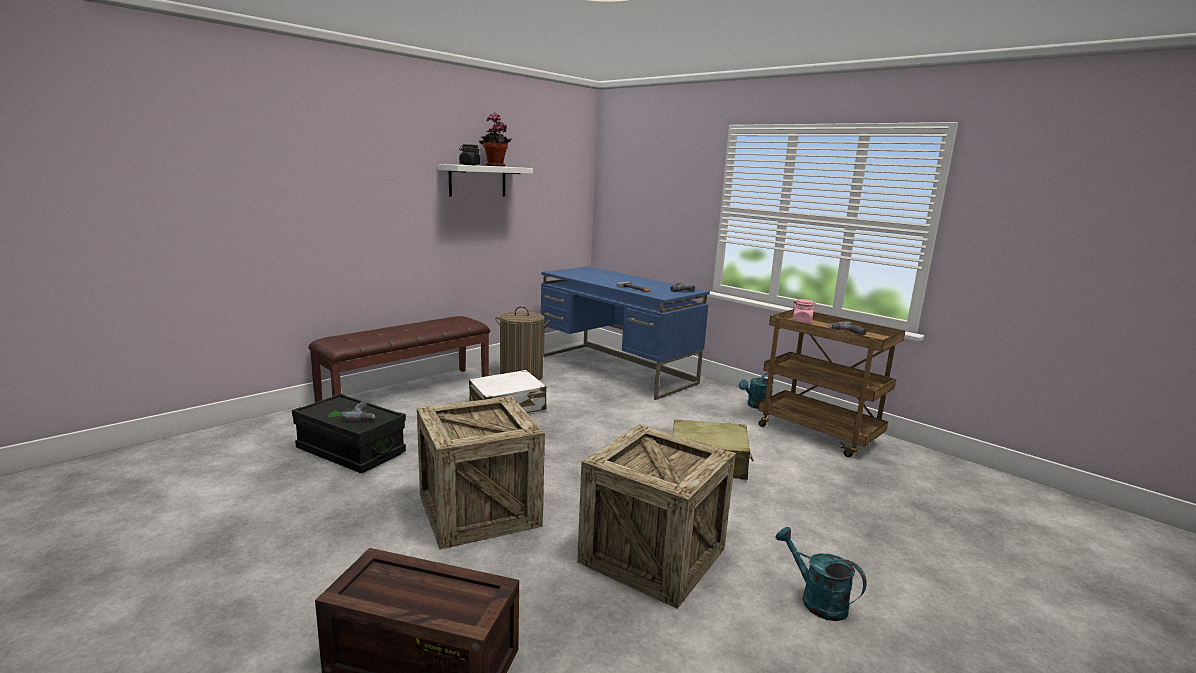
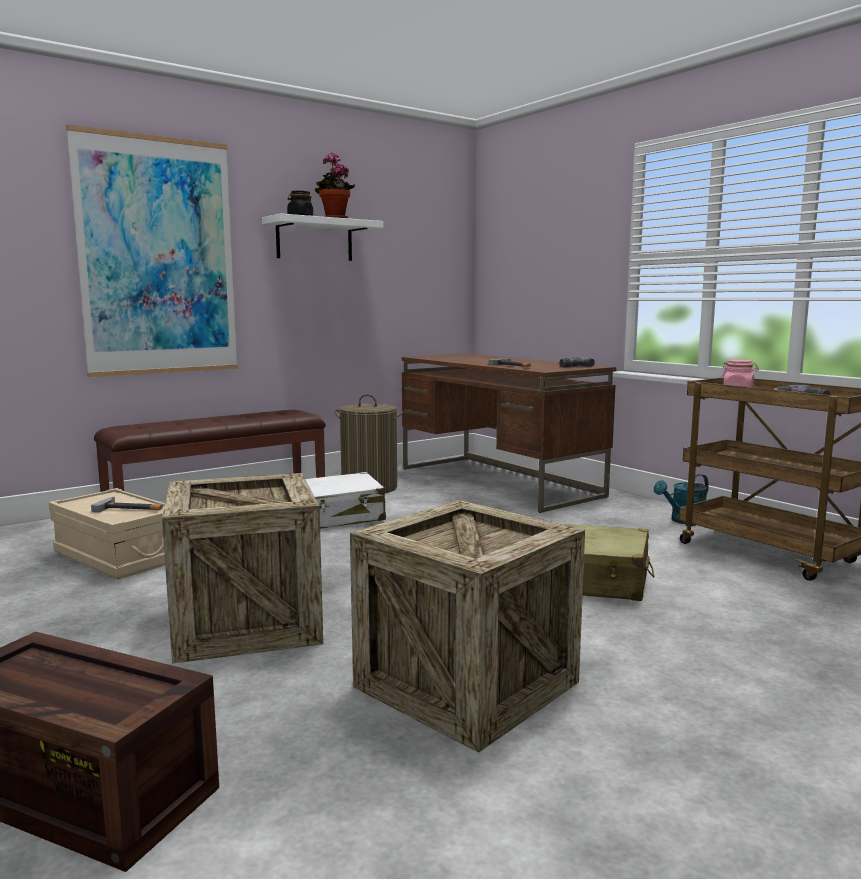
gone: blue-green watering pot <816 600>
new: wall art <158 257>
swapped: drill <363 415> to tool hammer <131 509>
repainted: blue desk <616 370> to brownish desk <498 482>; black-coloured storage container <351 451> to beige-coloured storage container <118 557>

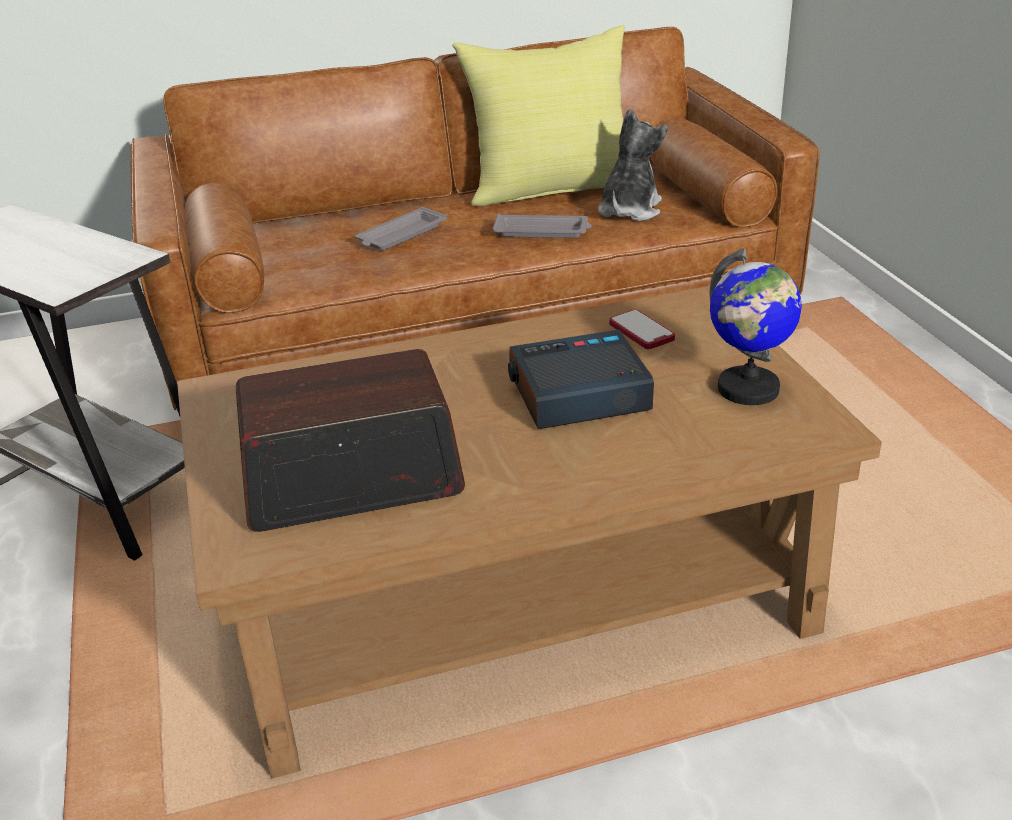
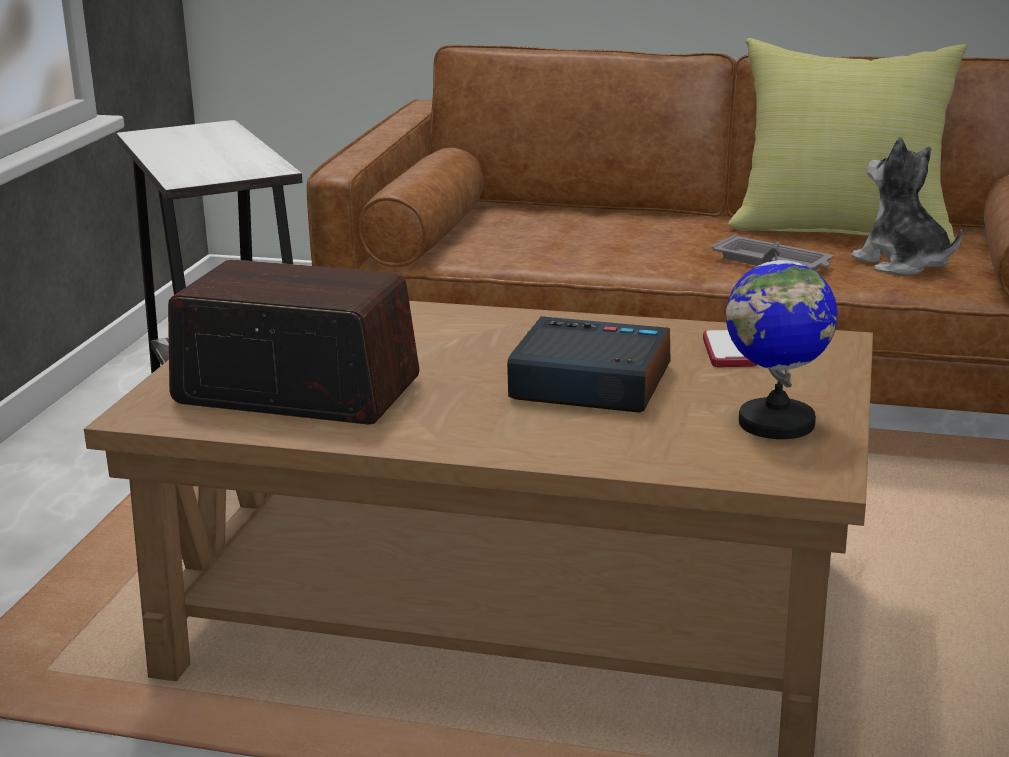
gone: greyish tray <401 235>
rotated: cuddly toy <629 210> = <903 264> 90 degrees counterclockwise

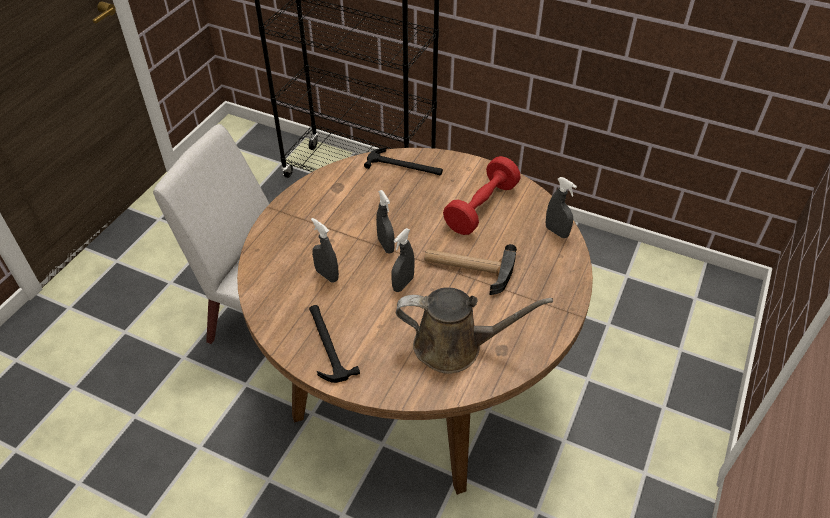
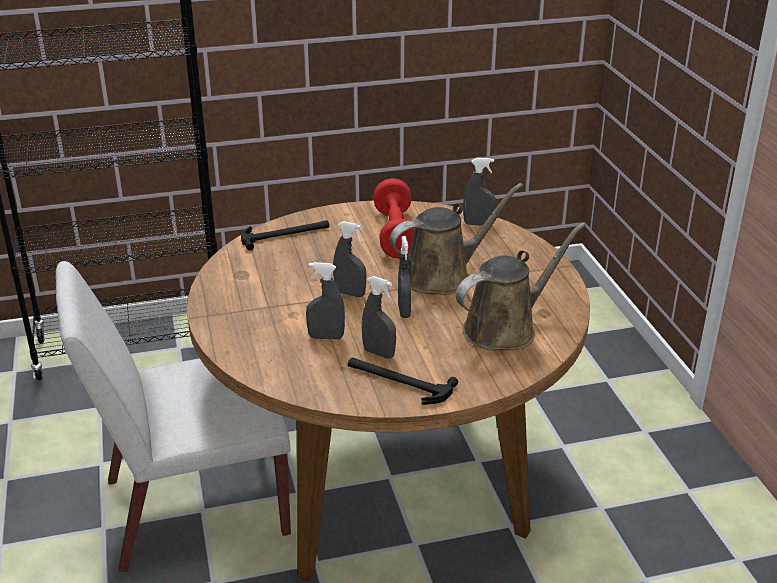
new: greyish sprayer <379 353>
swapped: tool hammer <468 268> to brownish watering pot <443 276>

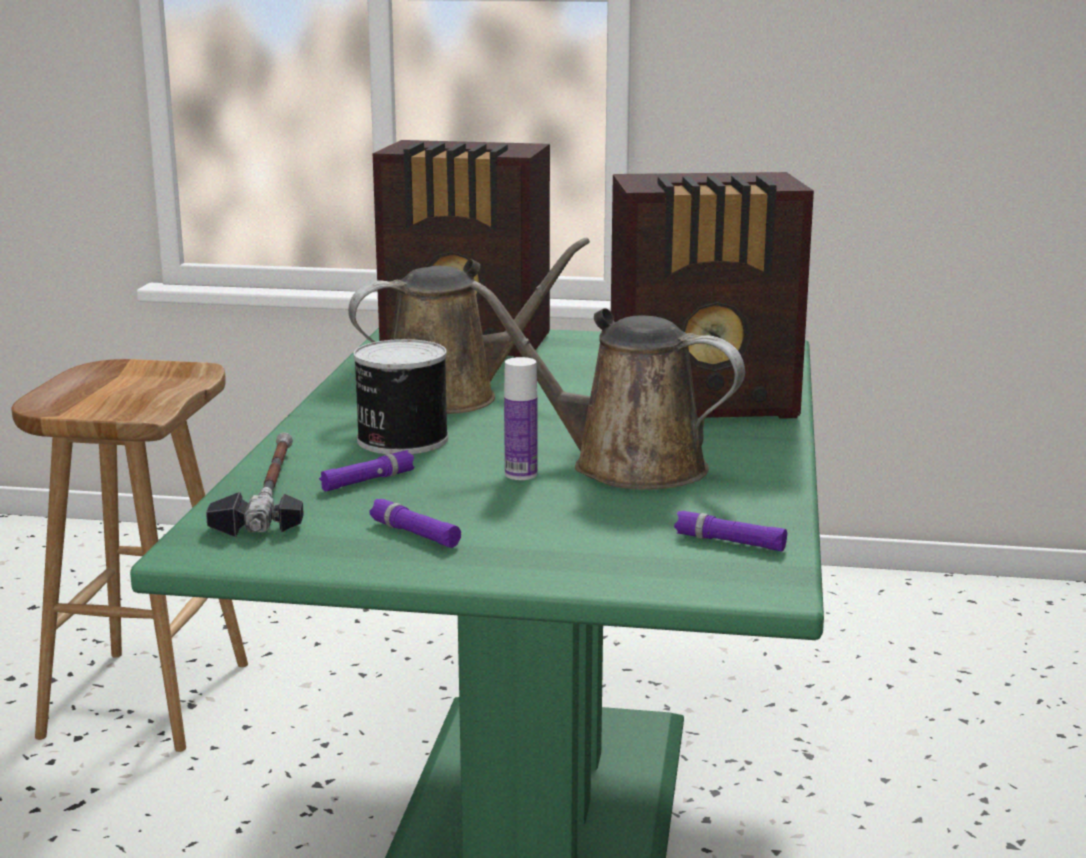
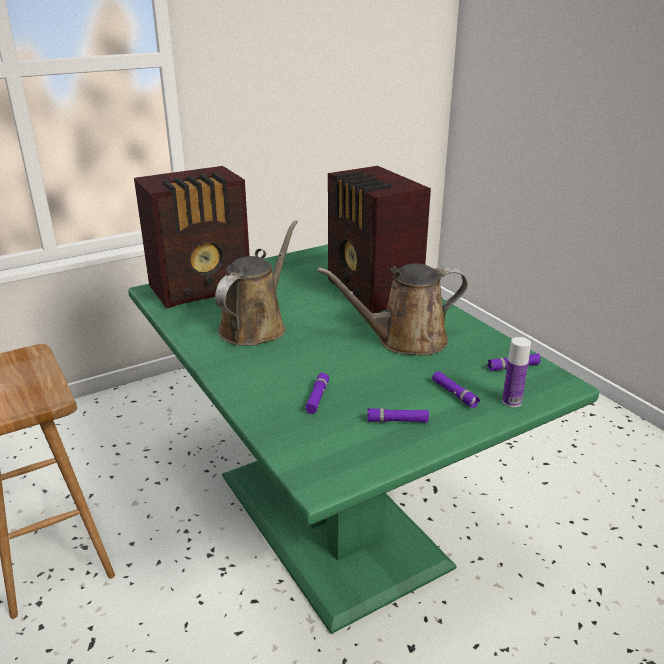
gone: metal can <400 440>; tool hammer <268 492>
new: purple-coloured torch <454 394>
shifted: beverage bottle <521 474> to <511 401>
rotated: radio set <706 404> = <373 292> 105 degrees clockwise

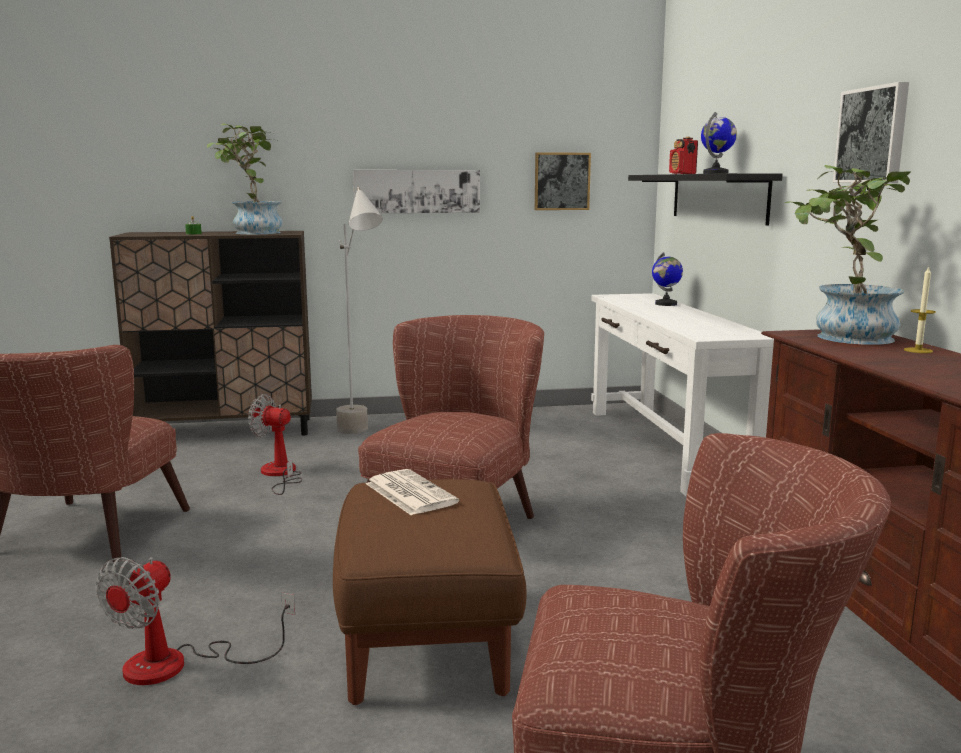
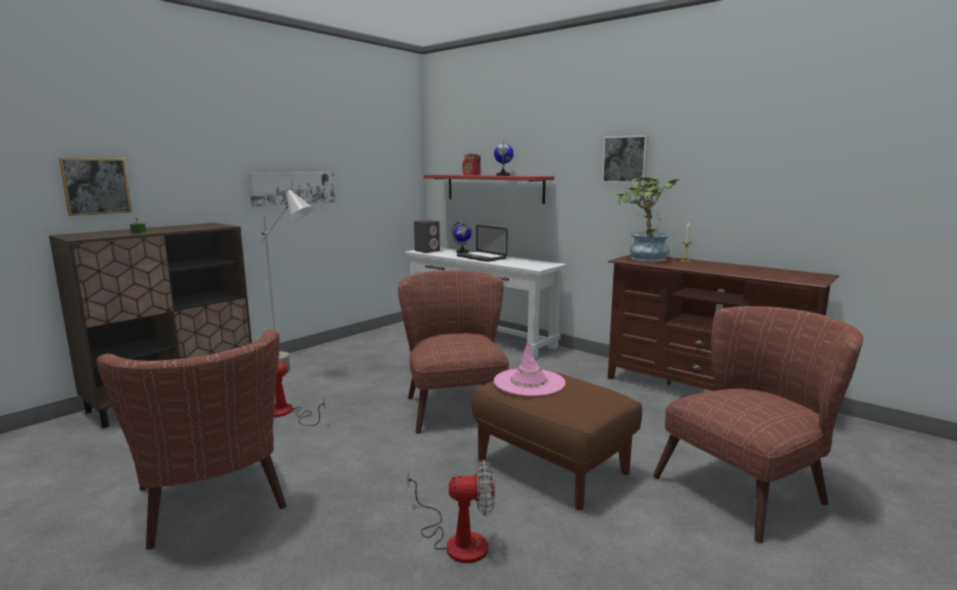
gone: plant in a pot <251 232>
new: greyish speaker <427 251>; portable computer <481 257>
shifted: wall art <562 181> to <96 186>
swapped: daily paper <409 493> to pink-coloured wearable hat <529 382>
repainted: black-coloured bracket shelf <717 197> to red-coloured bracket shelf <494 188>
rotated: electric fan <178 664> = <457 540> 75 degrees counterclockwise

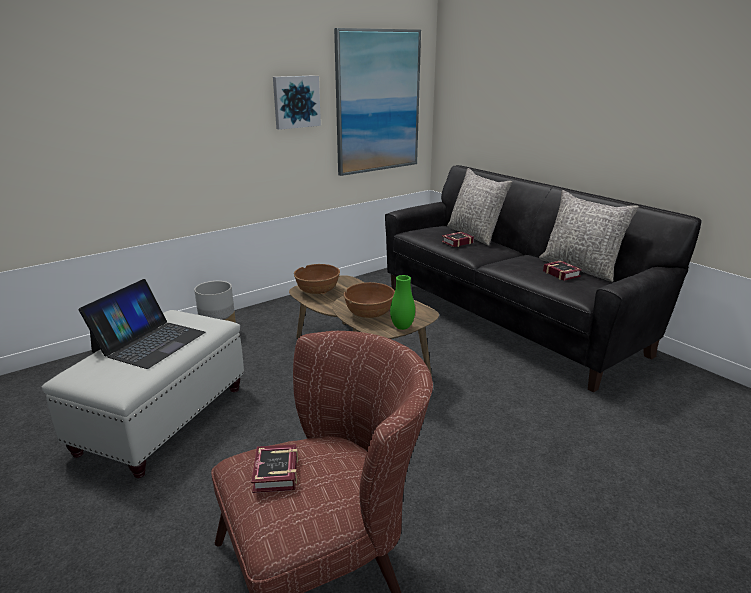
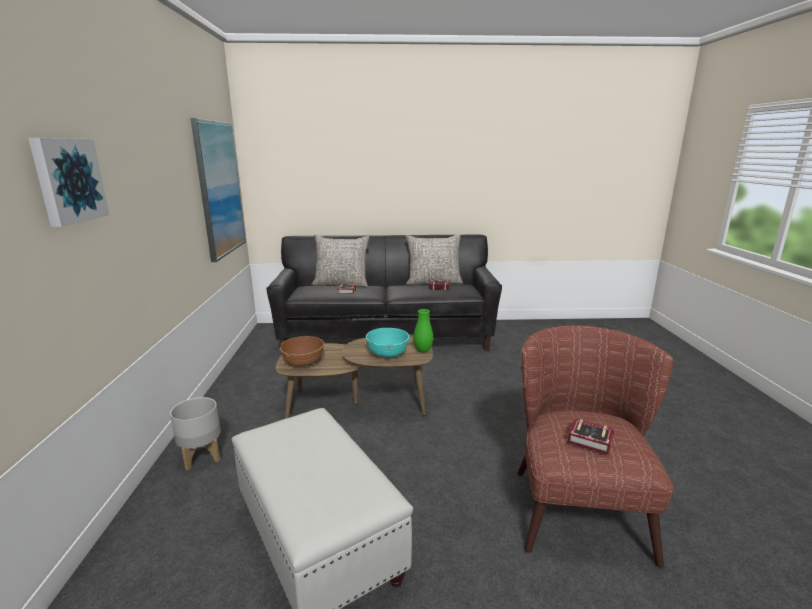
gone: portable computer <149 342>
shifted: wall art <296 102> to <68 180>
repainted: brownish bowl <369 314> to blue-green bowl <387 354>

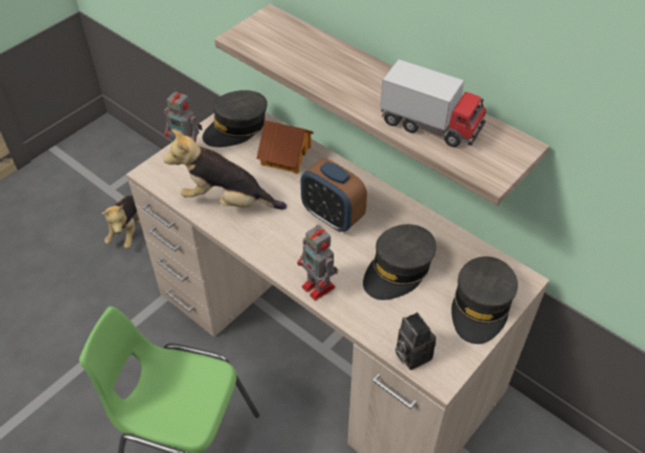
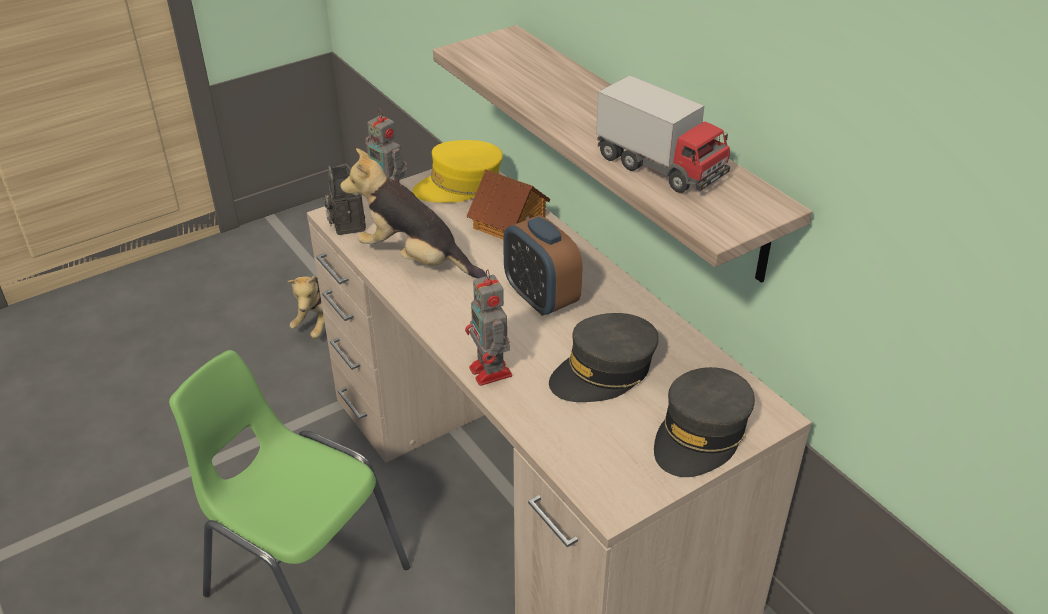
shifted: still camera <410 354> to <346 224>
repainted: greyish cap <236 127> to yellowish cap <459 185>

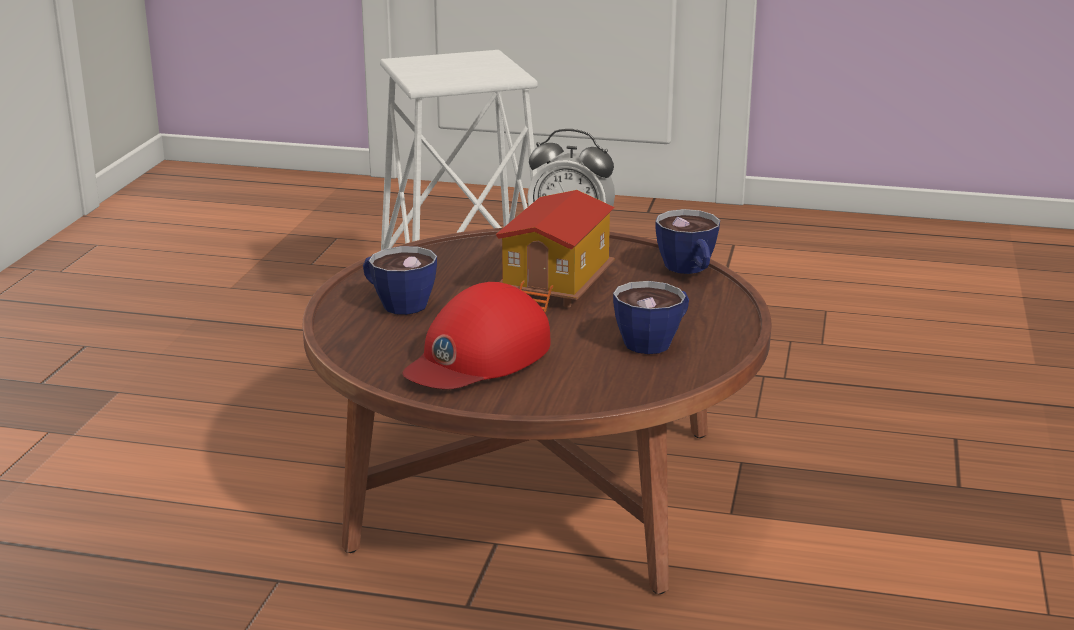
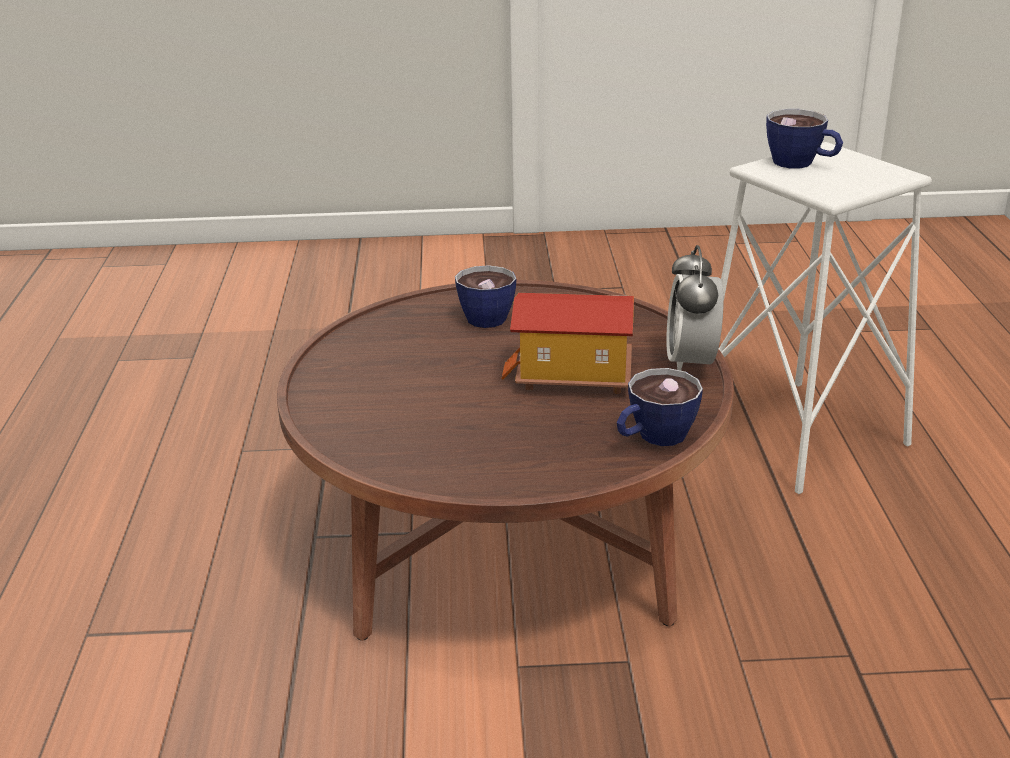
gone: red-coloured cap <477 356>
shifted: drinking cup <655 341> to <801 164>

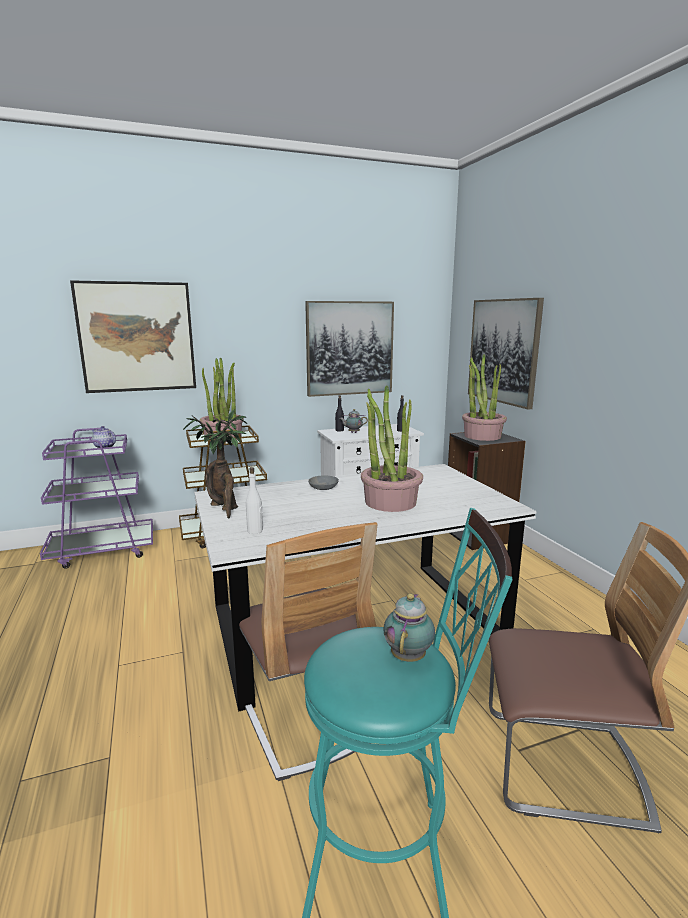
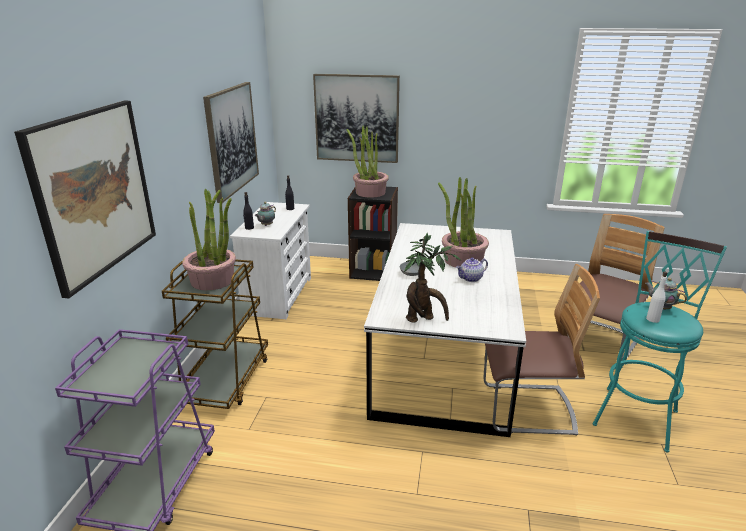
shifted: teapot <104 447> to <471 279>; white-coloured beverage bottle <255 531> to <652 319>

